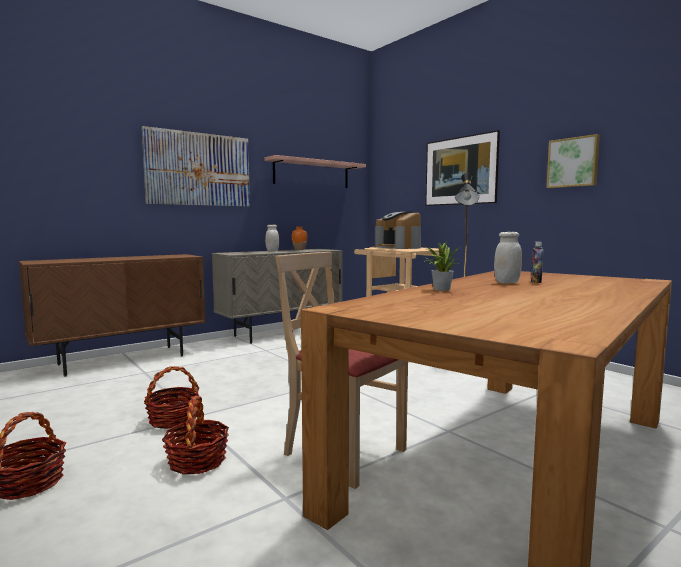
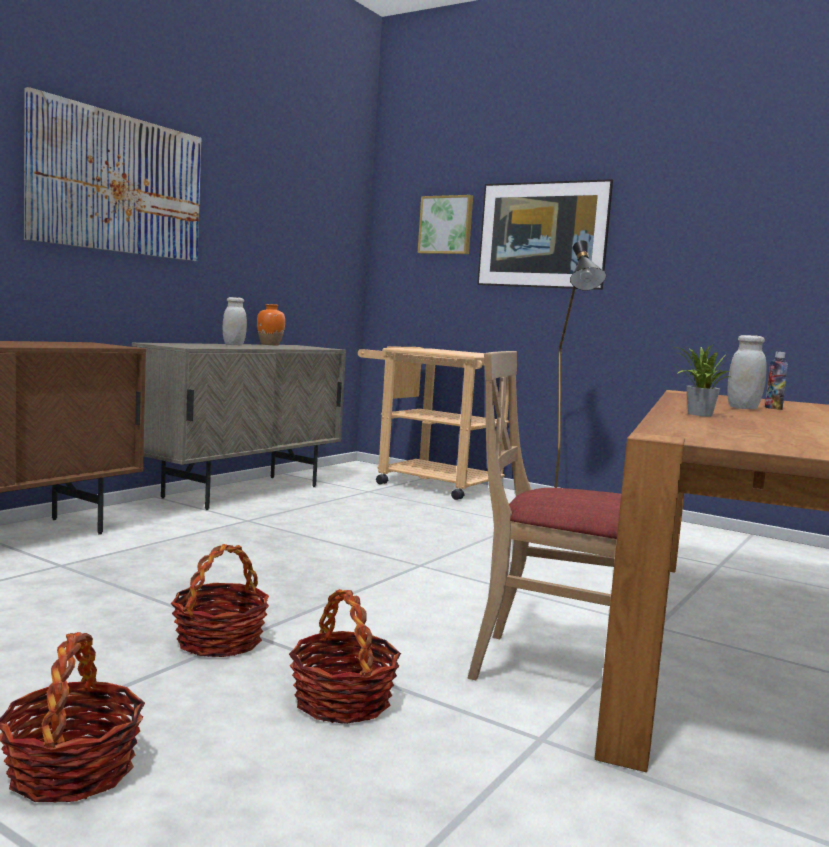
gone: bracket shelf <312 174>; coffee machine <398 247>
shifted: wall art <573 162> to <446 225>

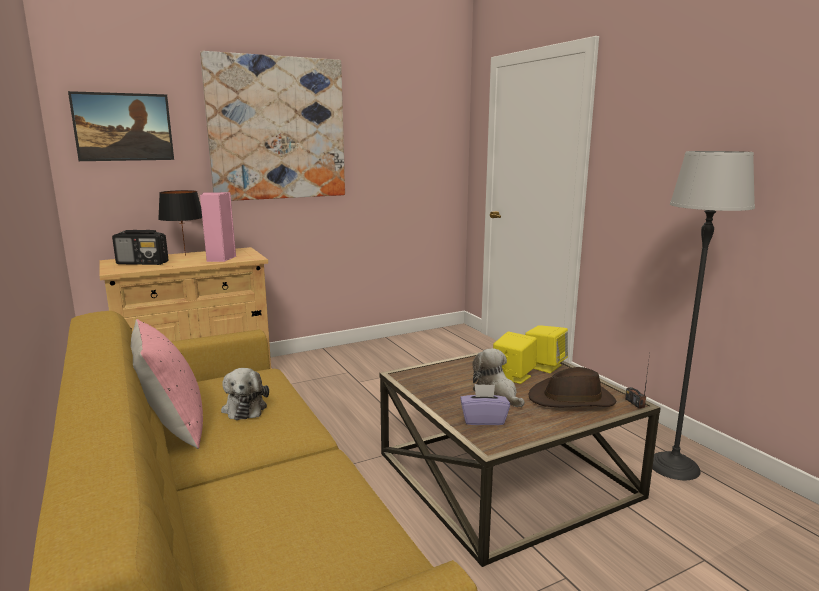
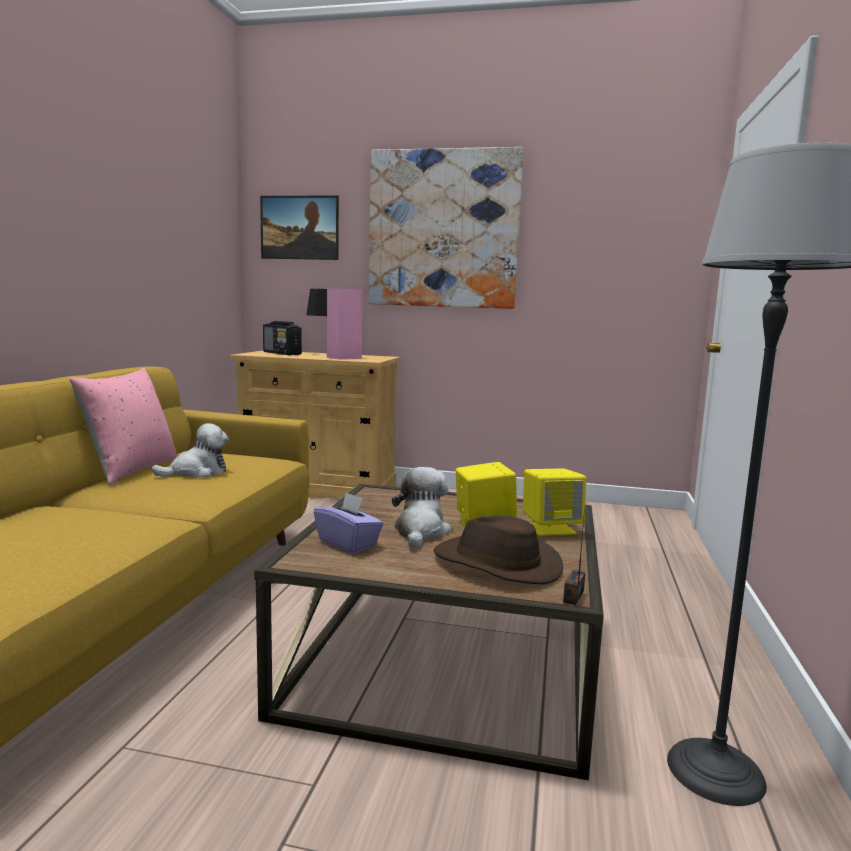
rotated: cuddly toy <245 407> = <197 472> 150 degrees counterclockwise

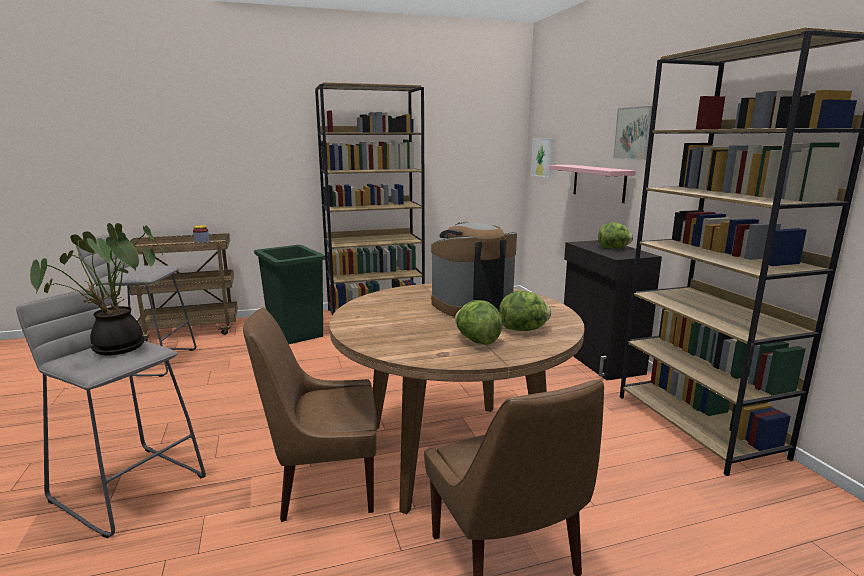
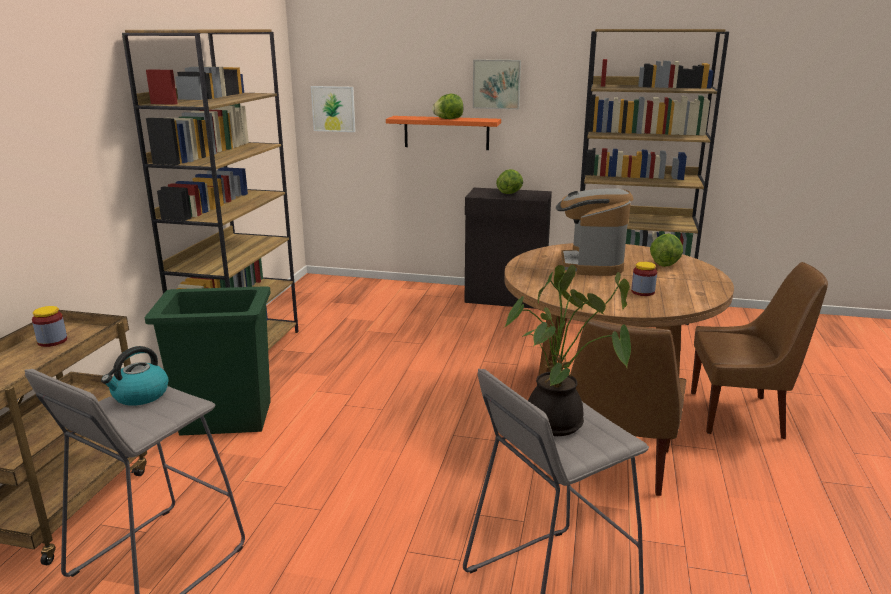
new: preserve jar <642 292>; tea kettle <140 395>
shifted: head of lettuce <477 341> to <448 119>
repainted: pink-coloured bracket shelf <598 182> to orangey bracket shelf <446 132>

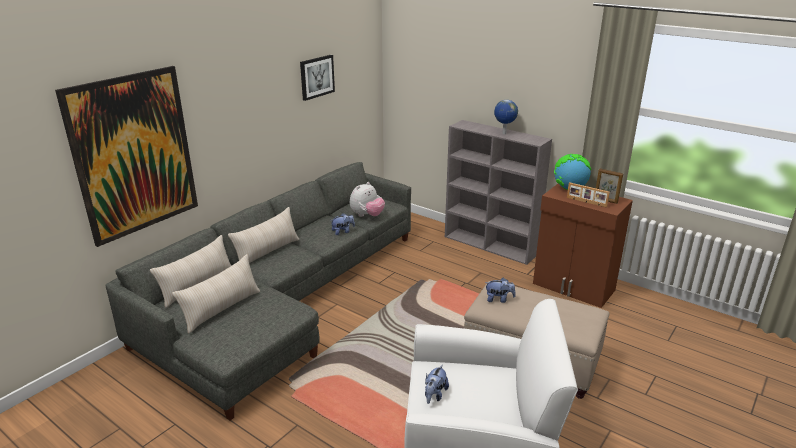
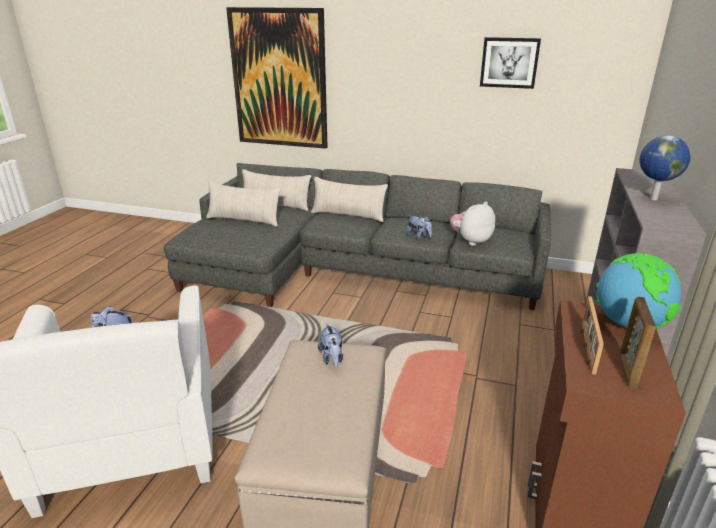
rotated: cuddly toy <367 215> = <471 241> 120 degrees clockwise

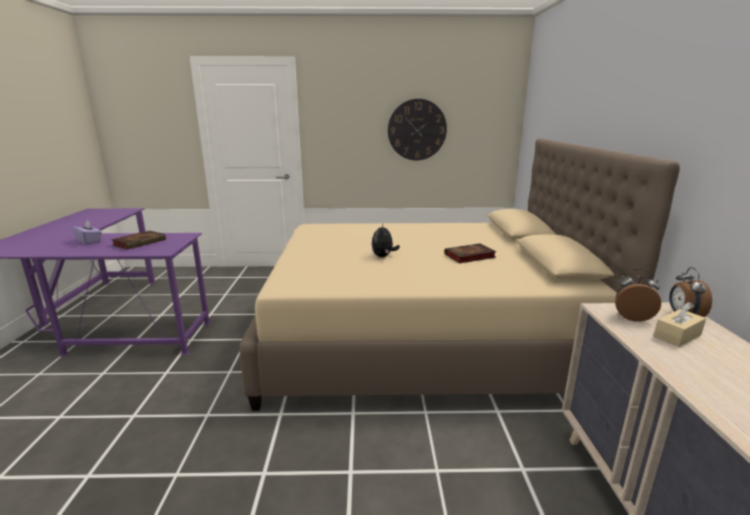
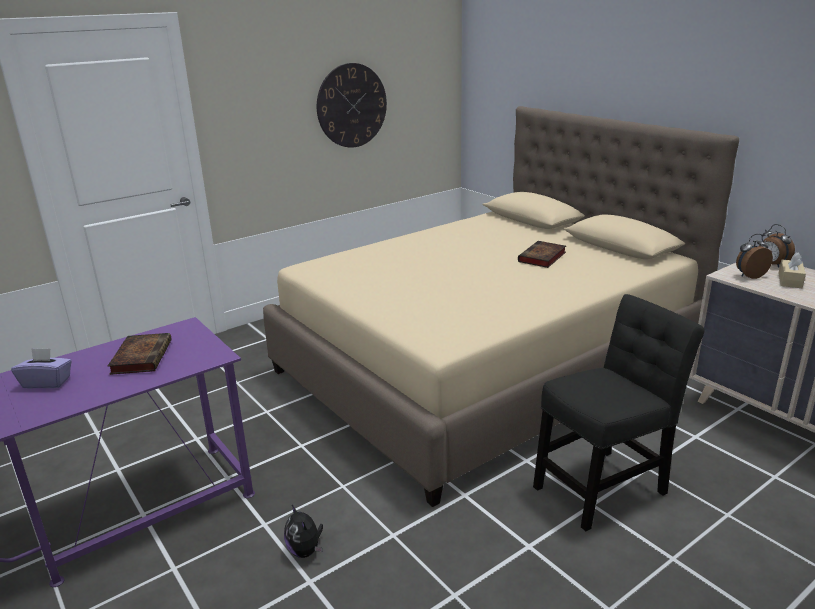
new: black-coloured plain chair <604 486>
shifted: cuddly toy <383 256> to <305 550>

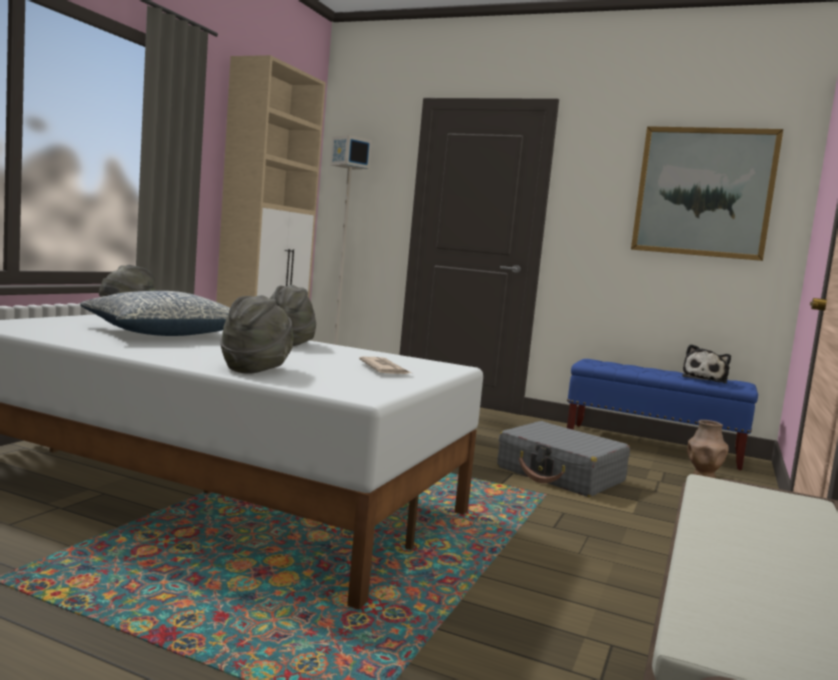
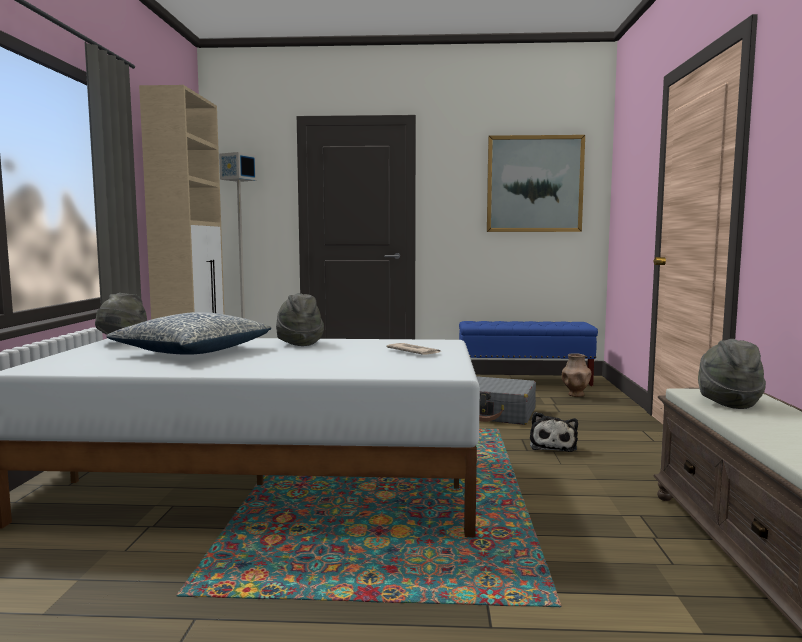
shifted: greyish wearable hat <256 369> to <727 402>; cuddly toy <705 379> to <553 446>

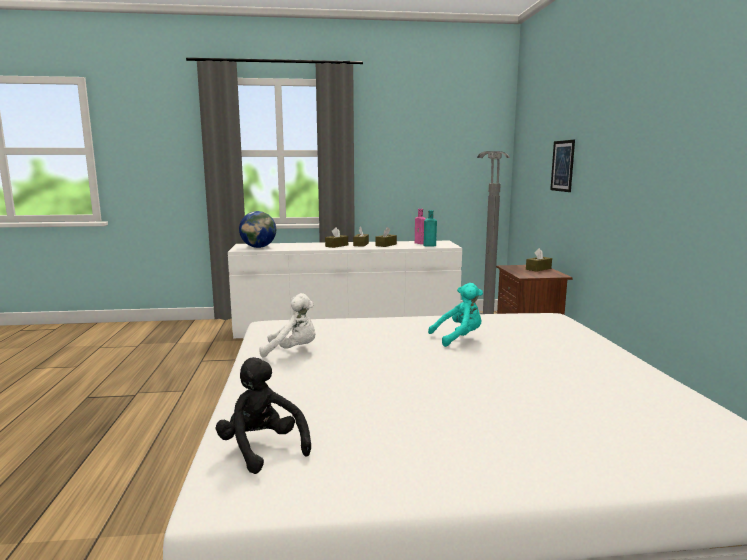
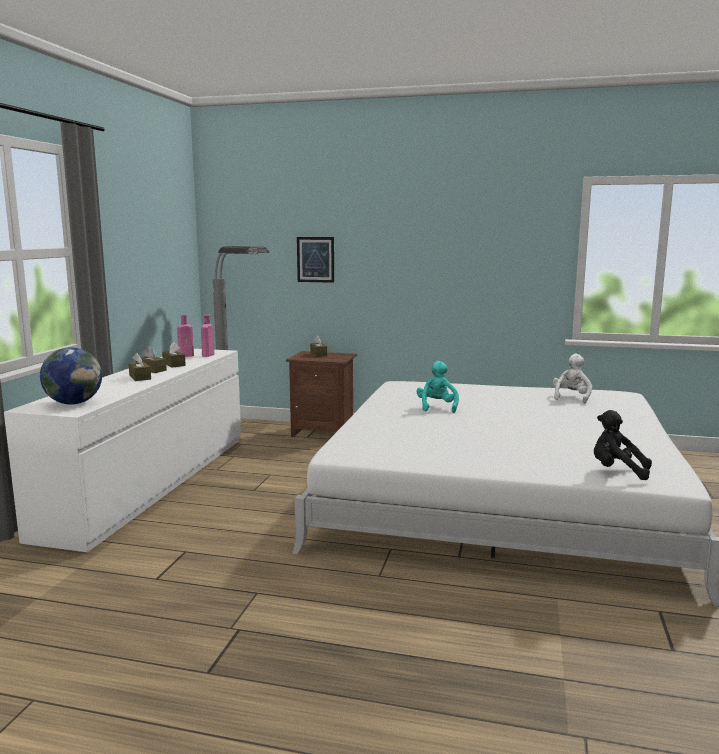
shifted: white-coloured cuddly toy <292 351> to <571 398>
repainted: blue-green beverage bottle <428 245> to pink-coloured beverage bottle <207 355>
rotated: black-coloured cuddly toy <262 448> = <617 471> 45 degrees clockwise

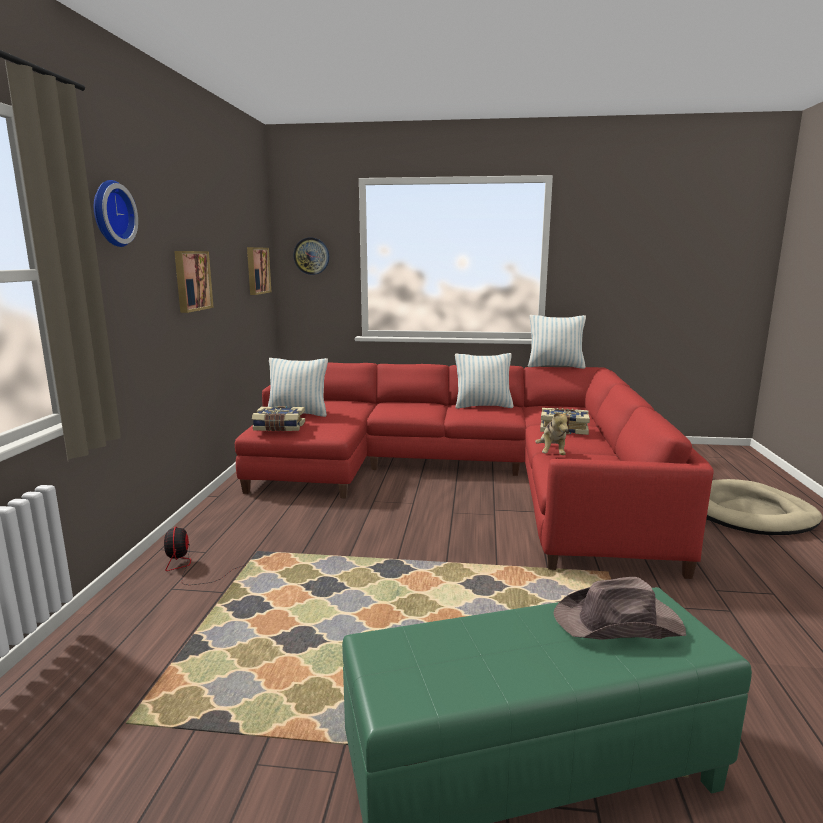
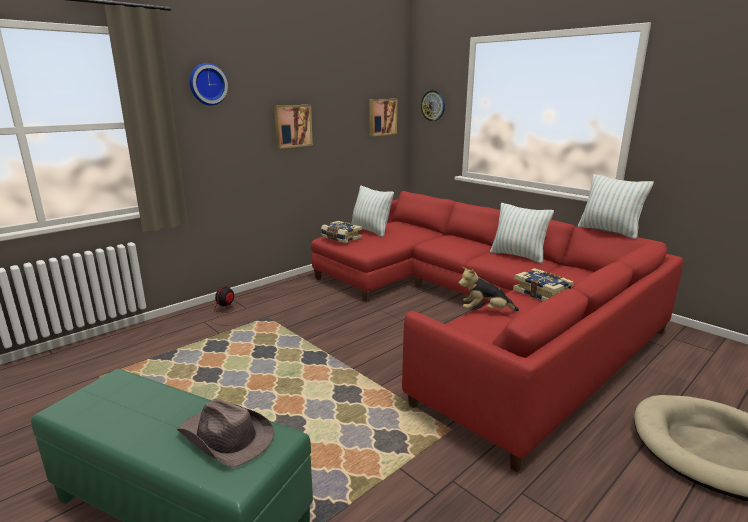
rotated: cuddly toy <552 454> = <485 311> 45 degrees clockwise

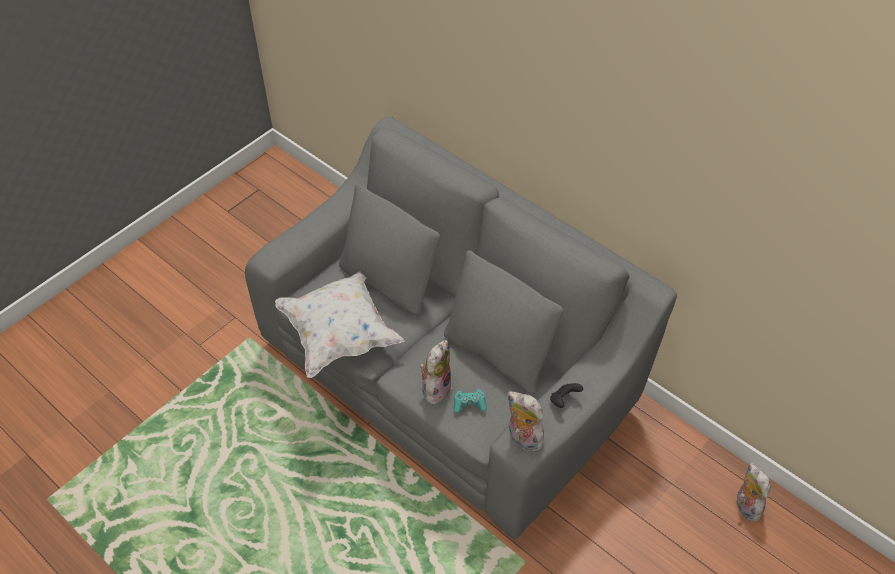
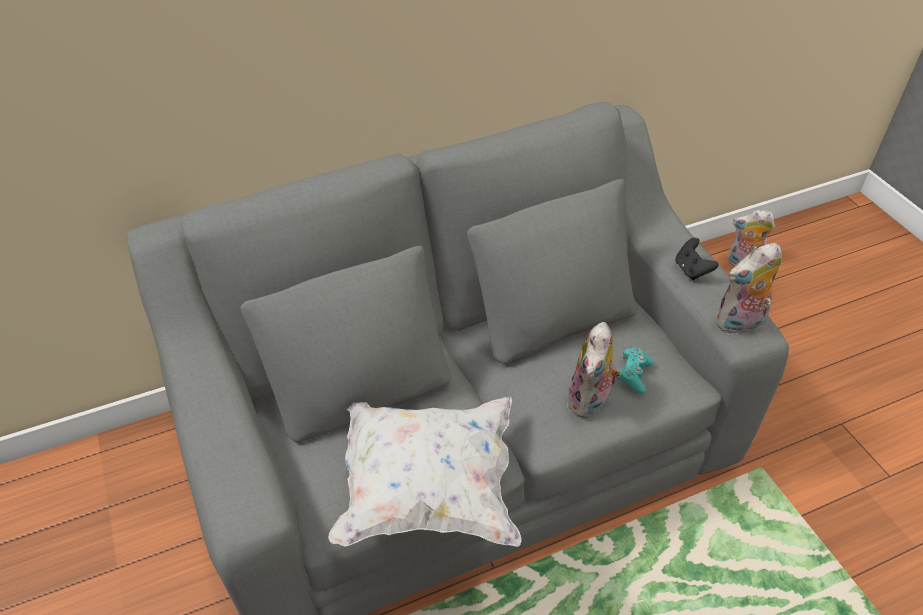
rotated: cuddly toy <435 388> = <590 401> 120 degrees counterclockwise

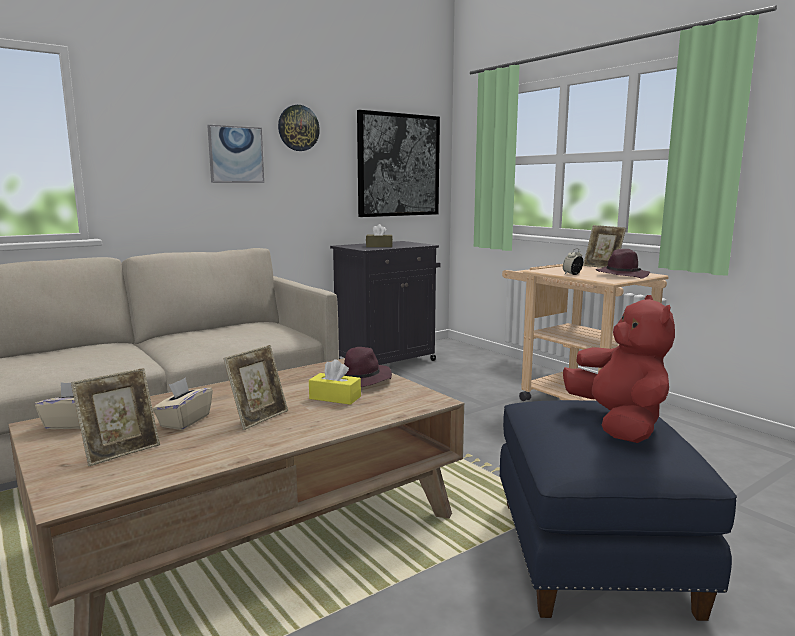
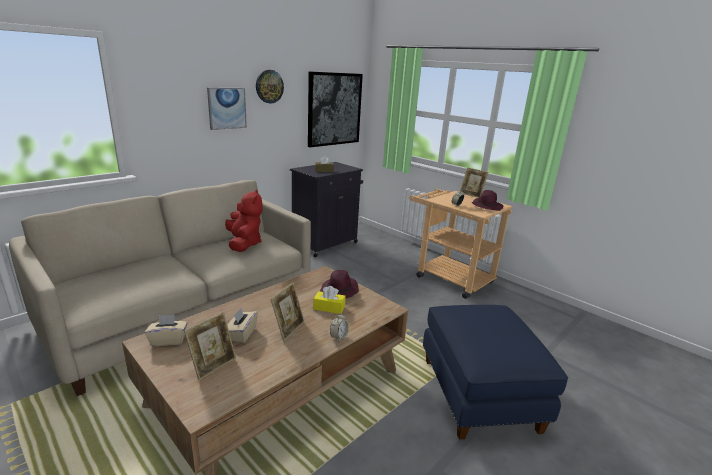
new: bedside clock <339 337>
shifted: red-coloured cuddly toy <618 424> to <244 244>

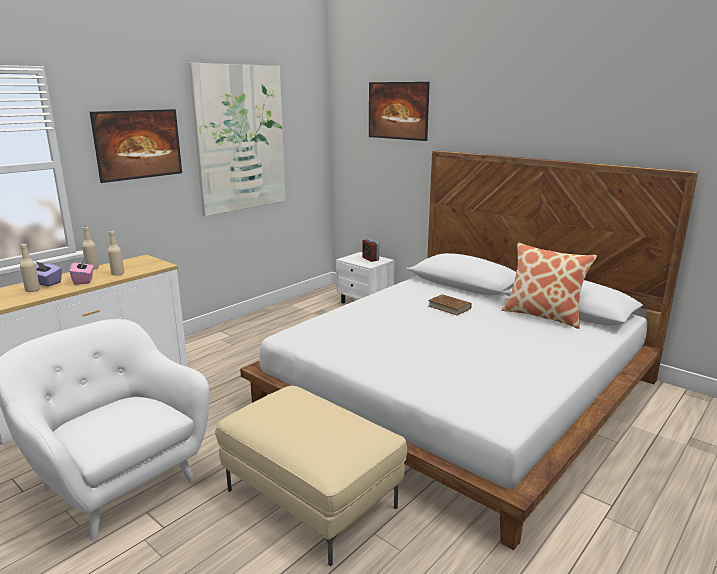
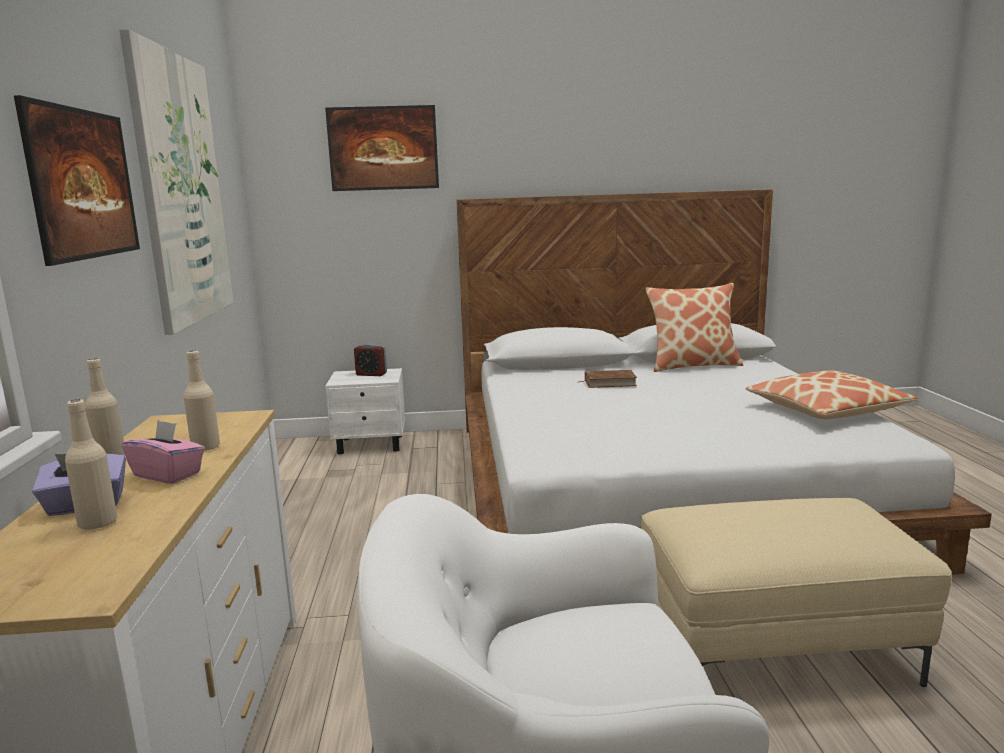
new: throw pillow <826 410>

